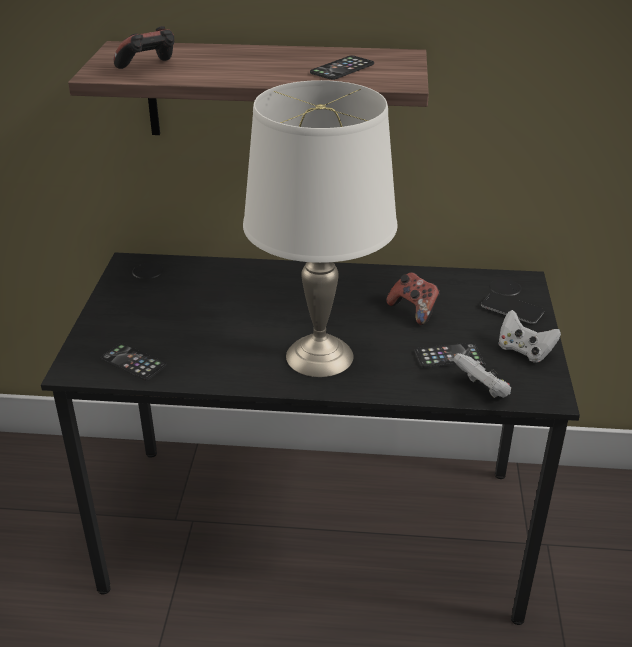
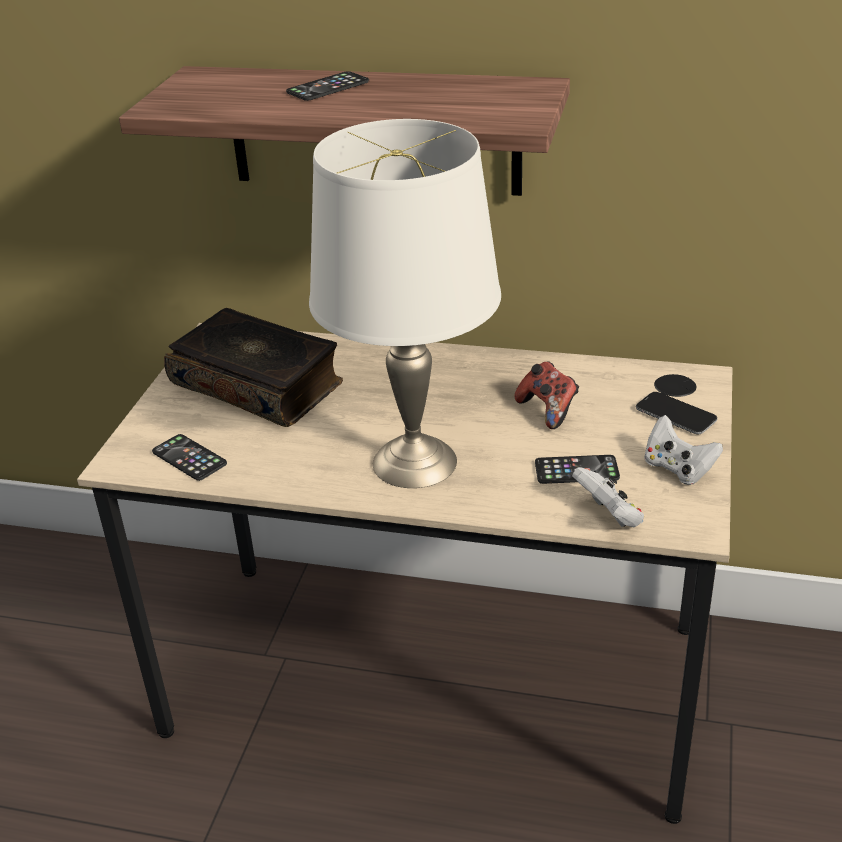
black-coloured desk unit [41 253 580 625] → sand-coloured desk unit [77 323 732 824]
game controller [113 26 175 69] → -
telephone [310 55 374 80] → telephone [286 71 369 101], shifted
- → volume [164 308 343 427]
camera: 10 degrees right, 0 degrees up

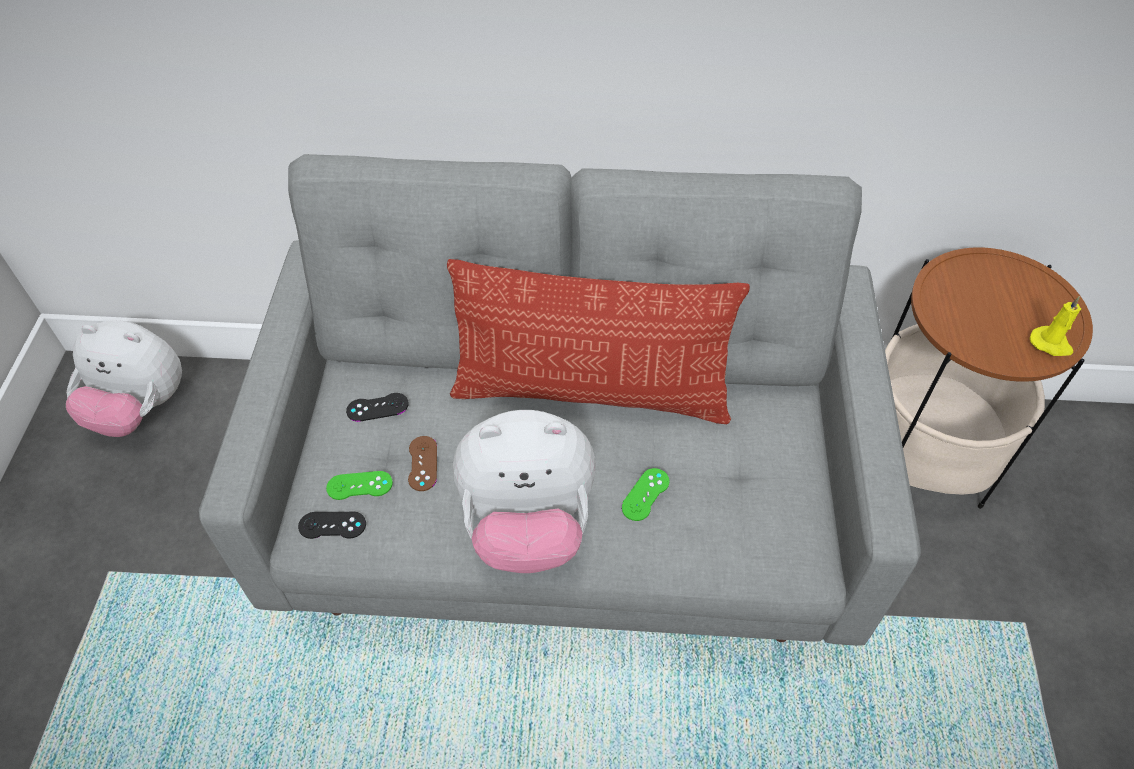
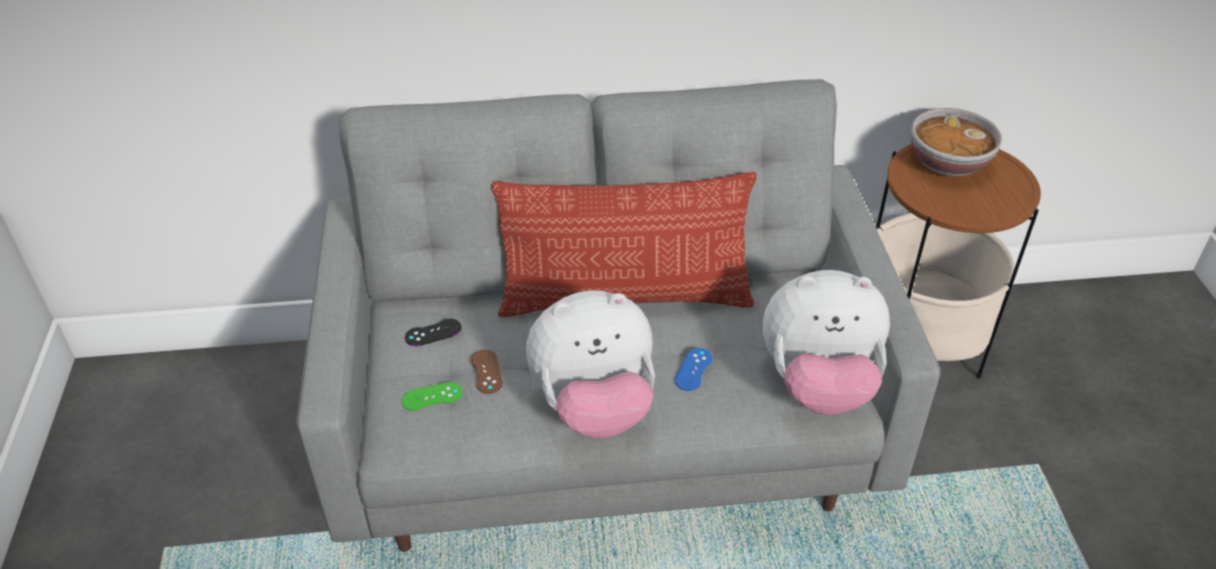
plush toy [66 320 182 437] → plush toy [763 270 890 415], shifted
black-coloured game controller [298 512 366 539] → -
green-coloured game controller [621 468 669 521] → blue-coloured game controller [675 348 713 391]
yellow-coloured wax candle [1030 296 1081 356] → -
- → bowl [911 108 1002 176]
camera: 10 degrees left, 10 degrees down

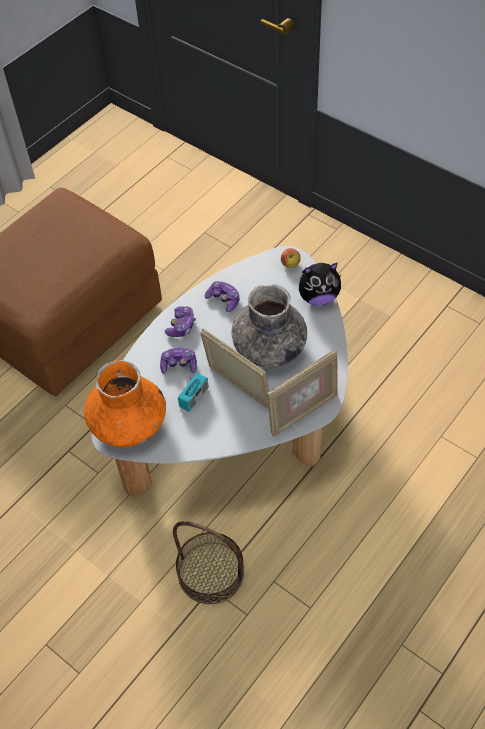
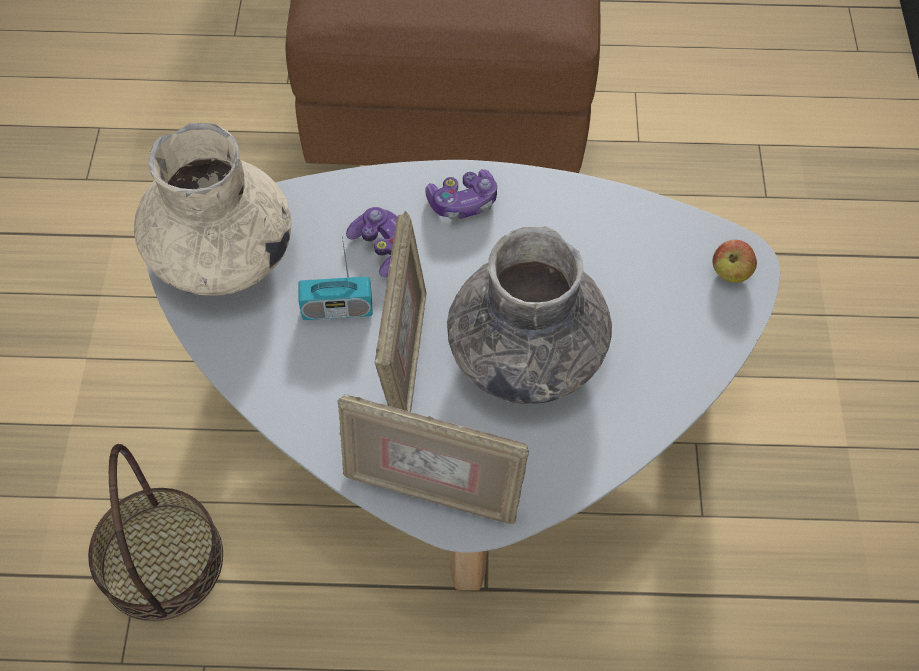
orange-coloured vase [84 360 166 447] → sand-coloured vase [134 123 291 296]
game controller [205 281 239 312] → -
plush toy [299 262 341 306] → -
camera: 50 degrees right, 5 degrees up

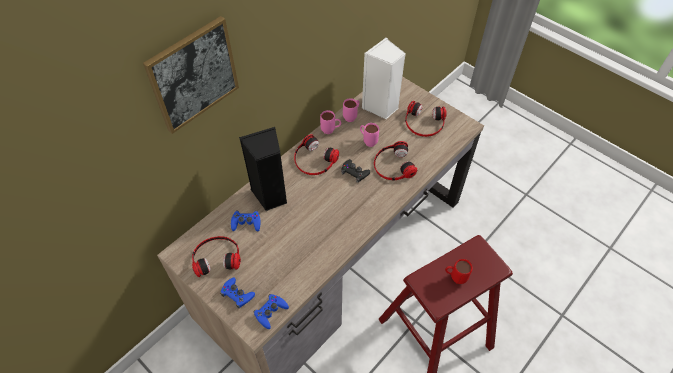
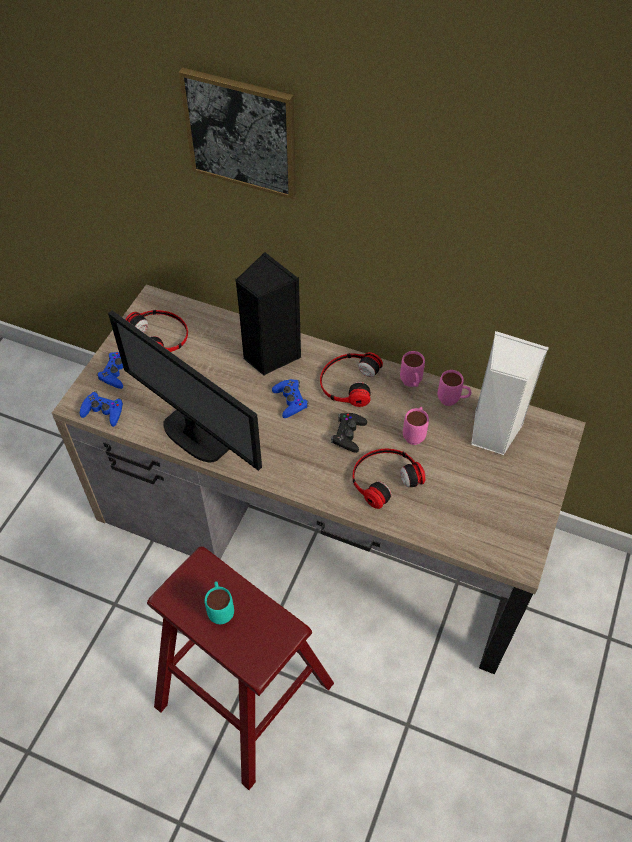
blue-coloured game controller [231 211 260 231] → blue-coloured game controller [272 379 309 418], shifted
headset [405 101 447 137] → -
red mug [445 259 473 284] → turquoise-coloured mug [205 581 234 624]
- → computer screen [108 310 262 471]
camera: 70 degrees right, 0 degrees up

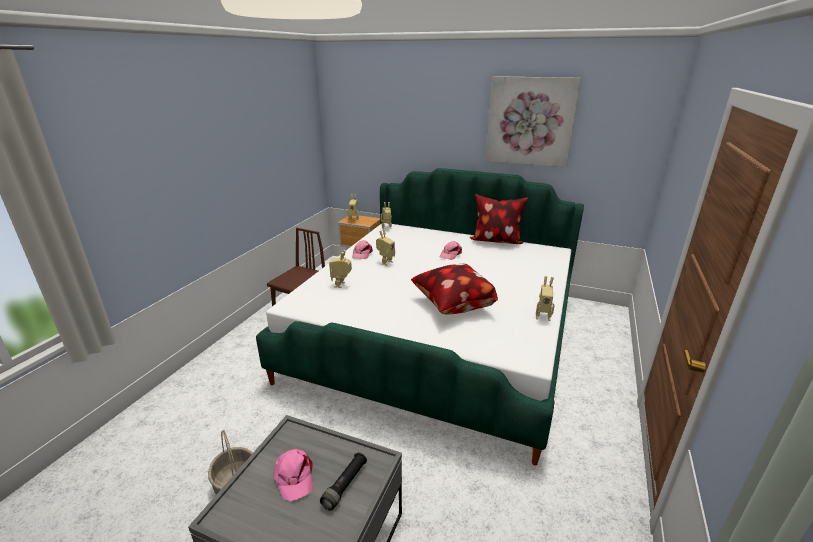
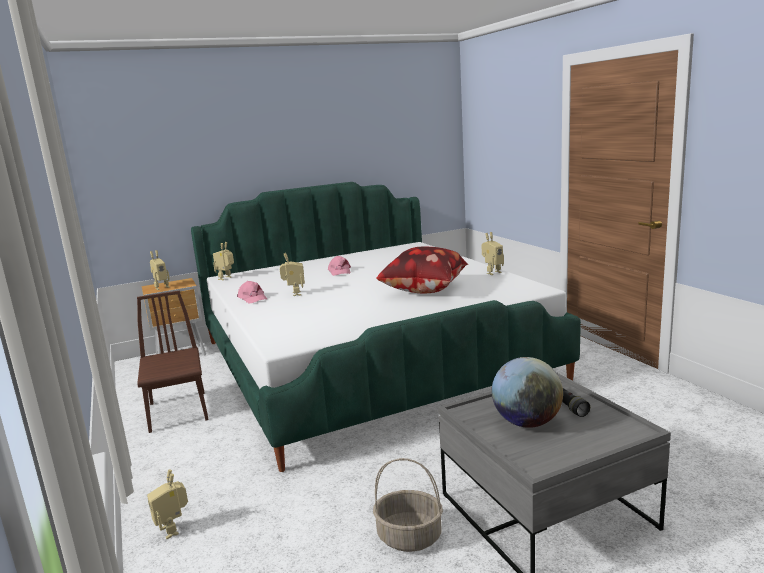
pink peaked cap [273 449 313 501] → world globe [492 357 563 428]
model robot [329 250 352 288] → model robot [147 469 188 539], shifted
throw pillow [469 194 528 244] → -
picture [485 76 581 168] → -
camera: 45 degrees left, 10 degrees down

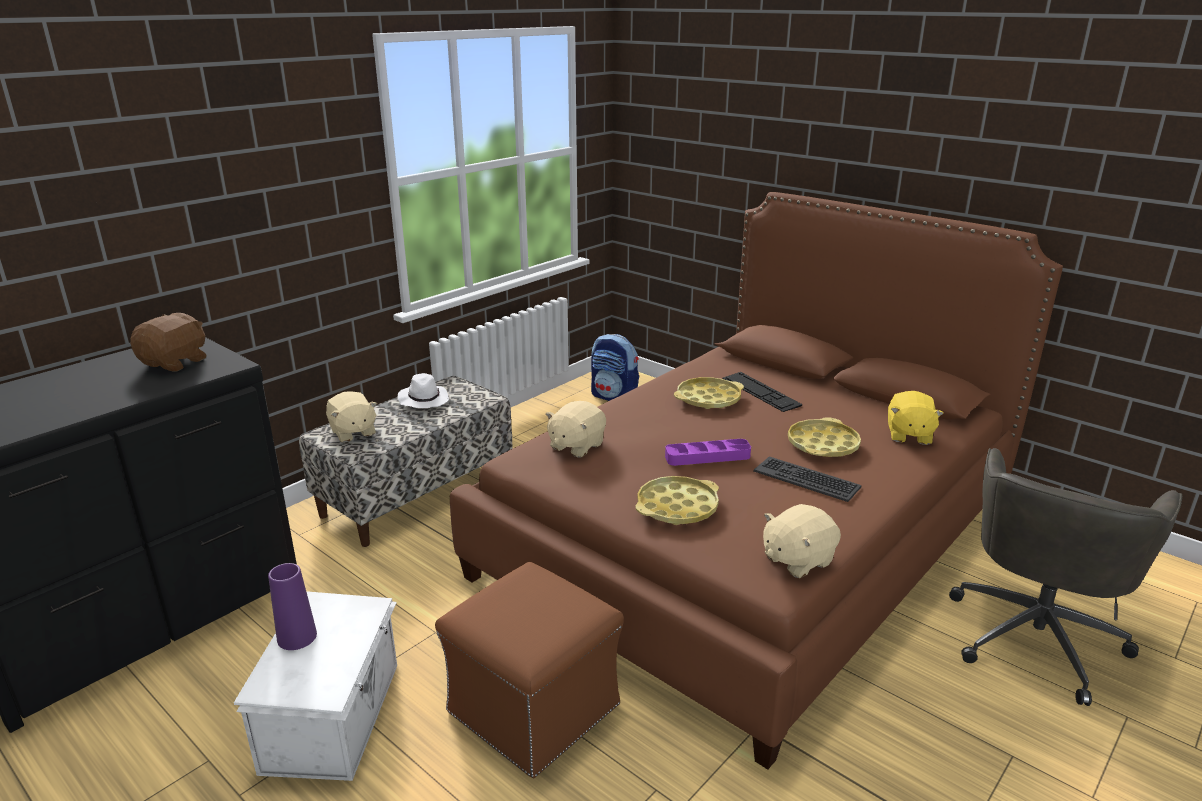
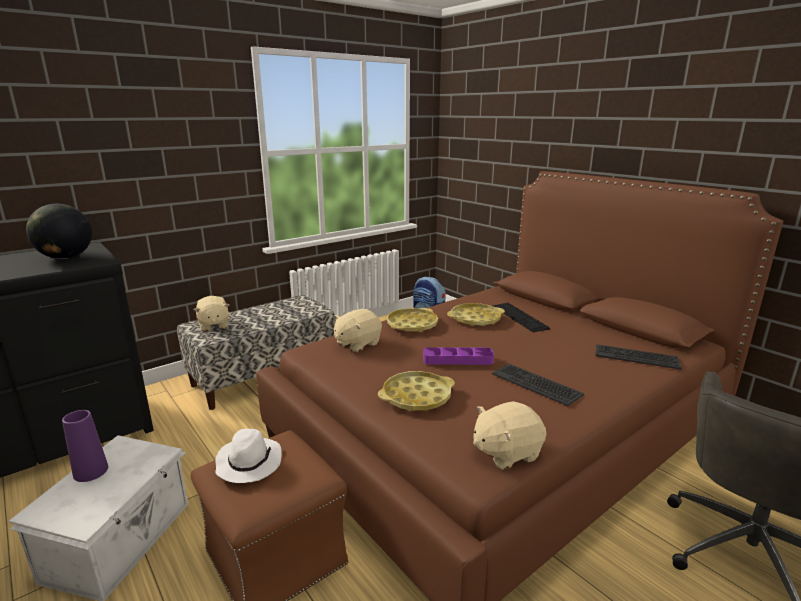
brownish plush toy [130 313 207 372] → world globe [26 204 92 259]
white clothing hat [398 373 449 408] → white clothing hat [215 429 282 483], shifted
yellow-coloured carrying tray [788 417 861 457] → yellow-coloured carrying tray [387 308 438 332], shifted
yellow-coloured plush toy [888 391 944 445] → PC keyboard [595 344 682 370]
camera: 10 degrees right, 5 degrees down

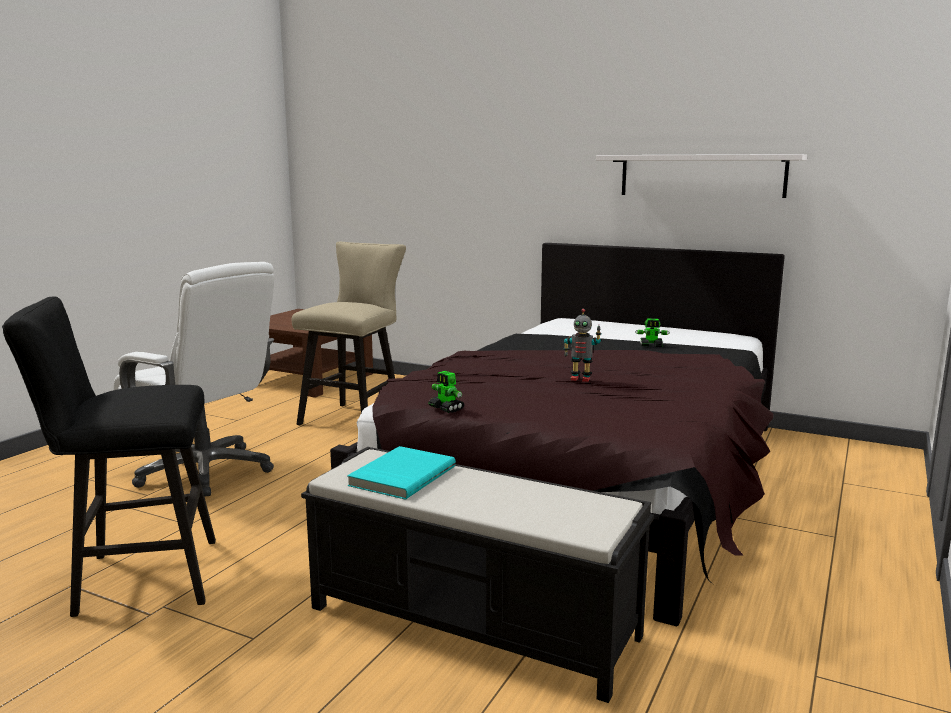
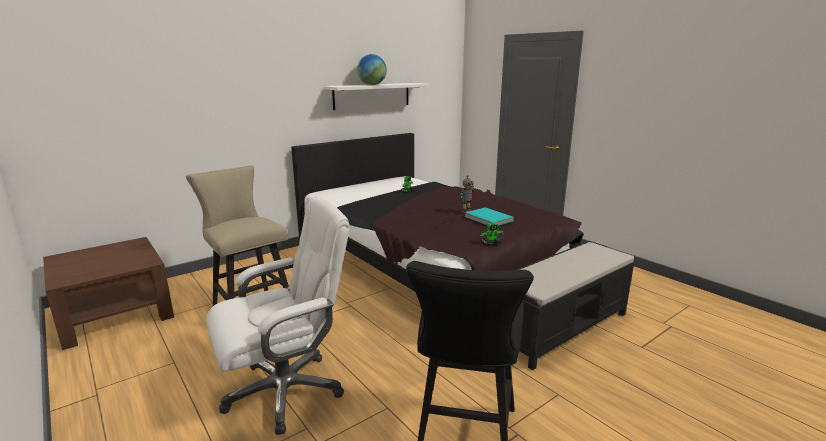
turquoise-coloured volume [347 446 456 500] → turquoise-coloured volume [465 207 514 226], shifted
- → world globe [357 54 387 85]
camera: 65 degrees left, 5 degrees up

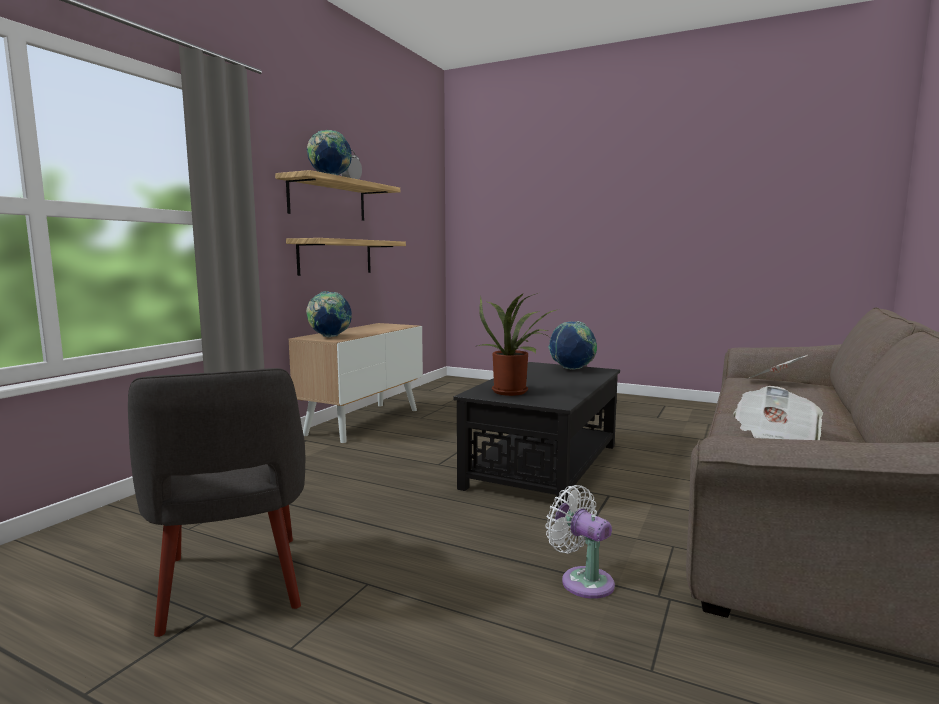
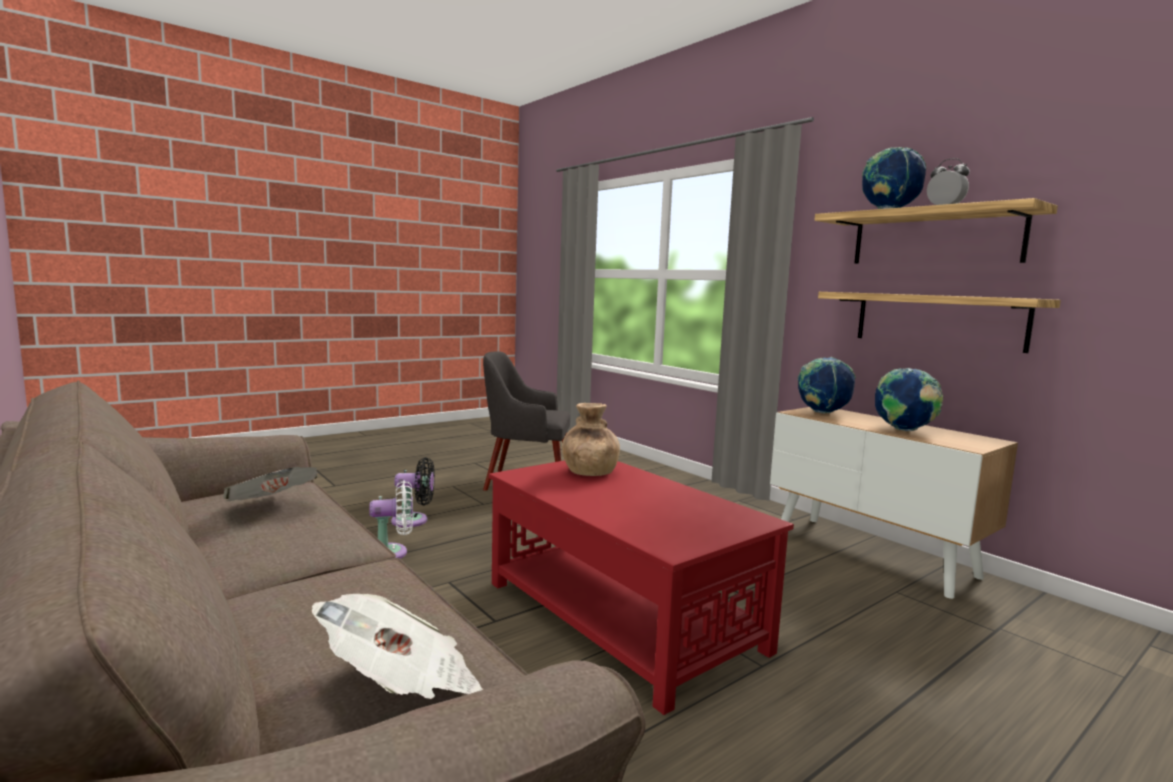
black-coloured low table [453 362 620 508] → red low table [489 460 794 715]
houseplant [478 293 556 396] → brownish vase [562 403 620 476]
world globe [548 321 597 370] → world globe [875 368 943 431], shifted
- → black-coloured fan [391 457 435 527]
camera: 115 degrees right, 0 degrees up

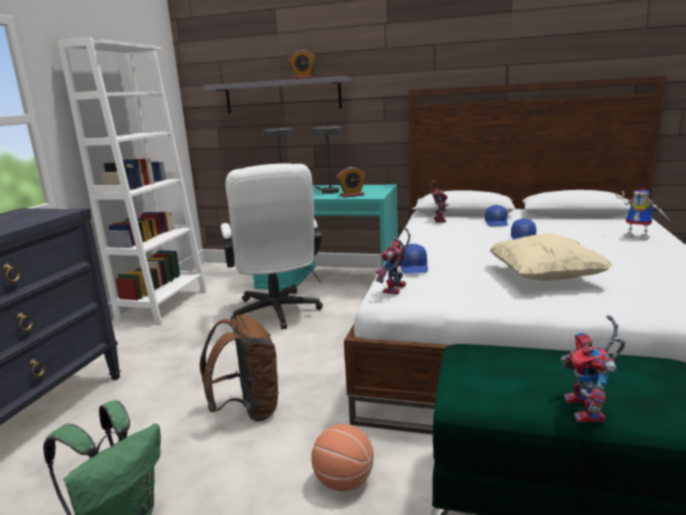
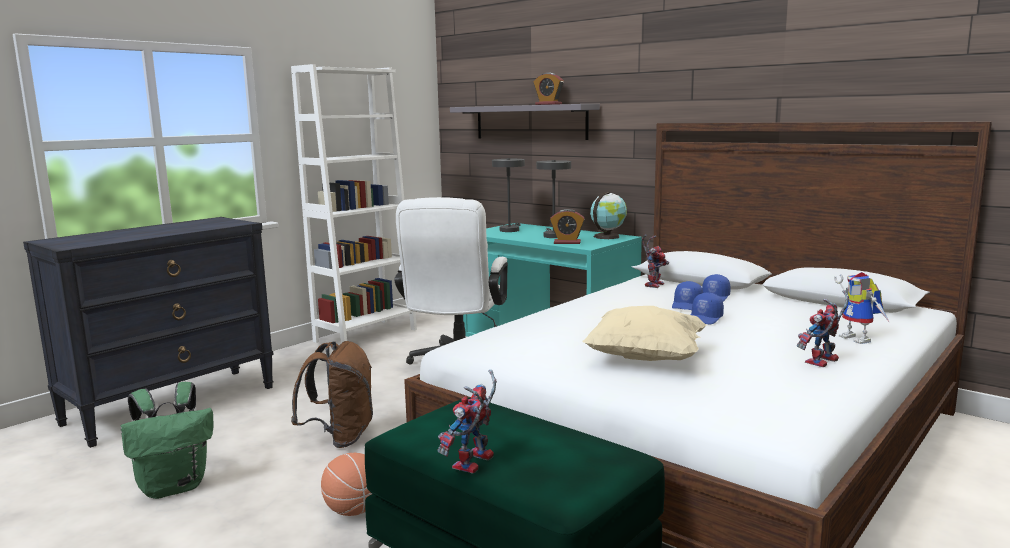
model robot [376 228 410 294] → model robot [797 290 849 367], shifted
blue-coloured peaked cap [401 244 428 274] → blue-coloured peaked cap [672 281 703 310], shifted
- → world globe [590 192 627 239]
camera: 25 degrees right, 5 degrees down

